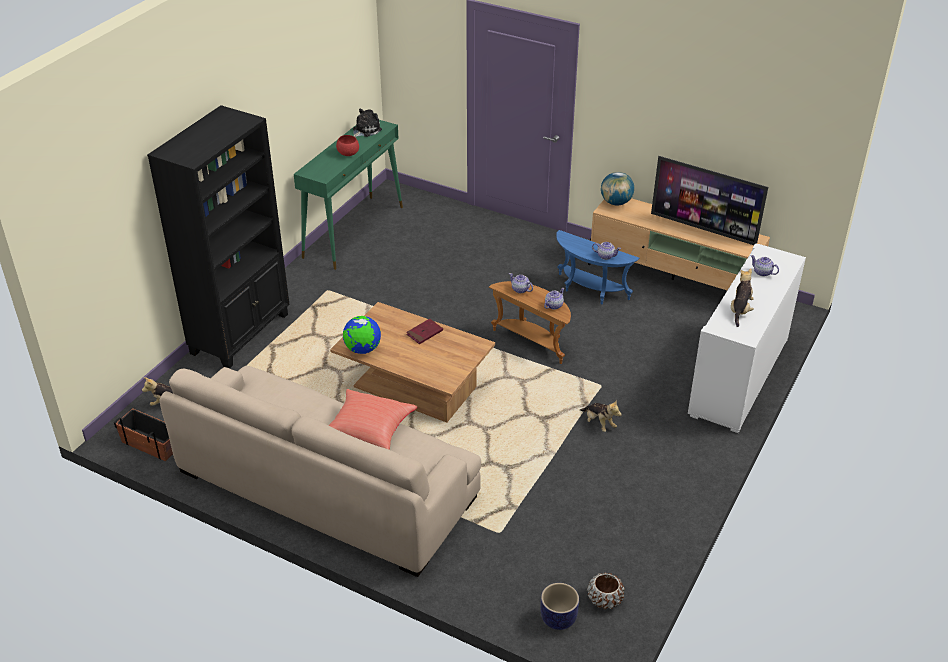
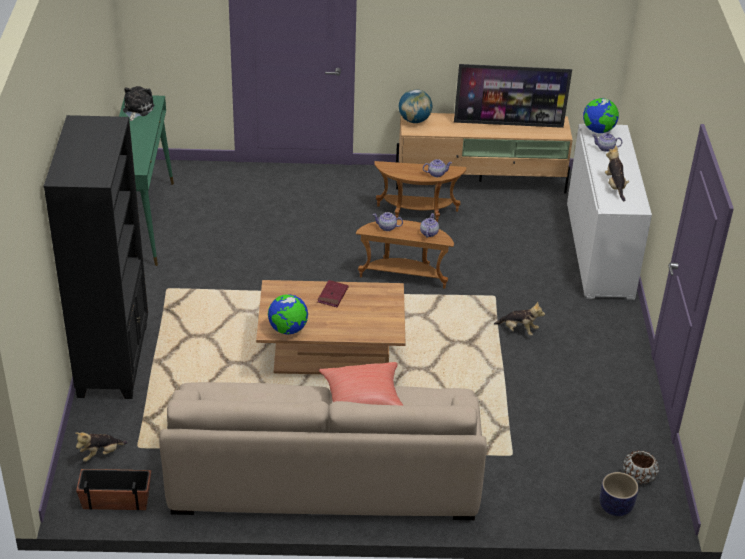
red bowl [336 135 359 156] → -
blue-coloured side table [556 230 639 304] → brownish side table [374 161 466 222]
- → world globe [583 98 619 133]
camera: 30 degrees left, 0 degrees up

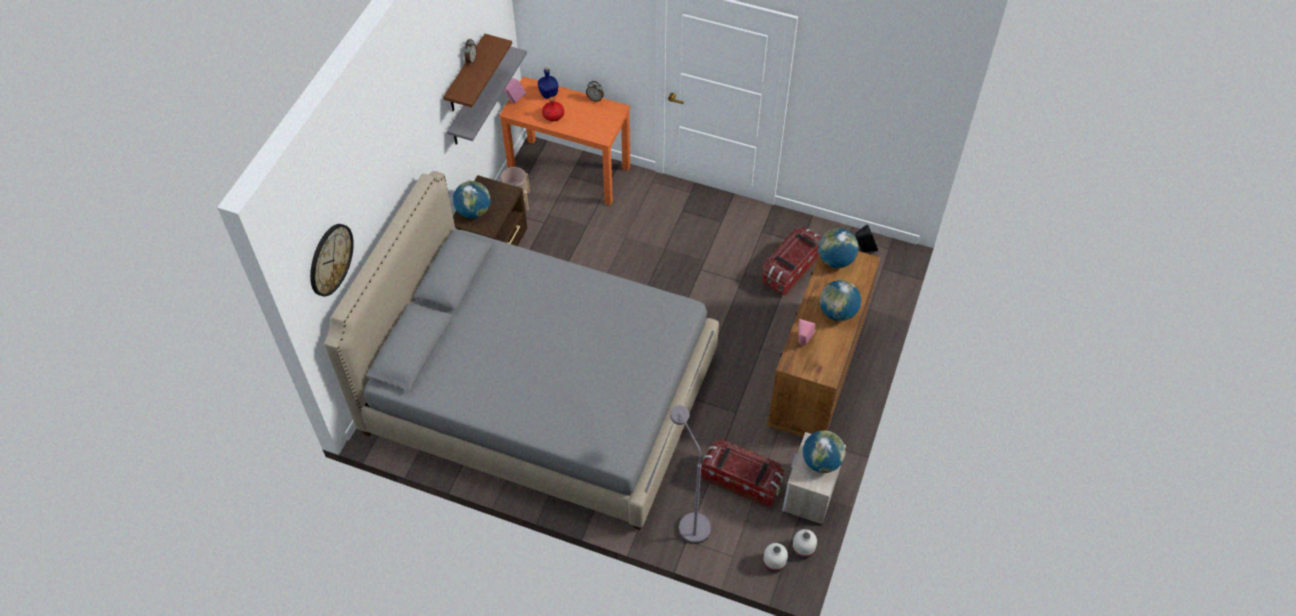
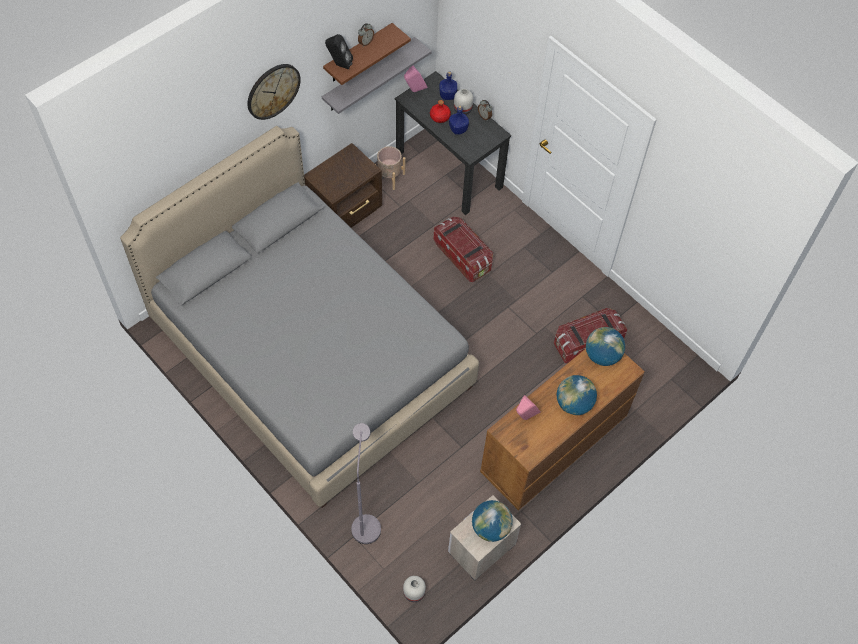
wall clock [310 224 354 296] → wall clock [247 64 301 120], shifted
world globe [453 181 491 218] → -
orange-coloured desk unit [499 77 630 205] → black-coloured desk unit [395 71 511 215]
storage box [701 440 784 507] → storage box [434 217 493 282], shifted
white vase [792 529 817 559] → white vase [454 89 473 115], shifted
black-coloured audio speaker [855 225 878 252] → black-coloured audio speaker [325 34 353 70], shifted
- → blue-coloured beverage bottle [449 106 469 135]
camera: 25 degrees right, 5 degrees up

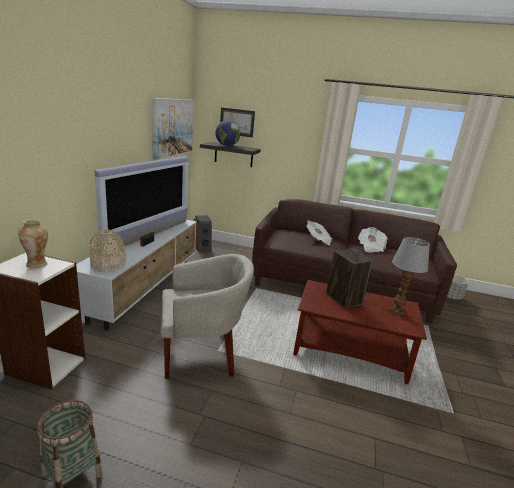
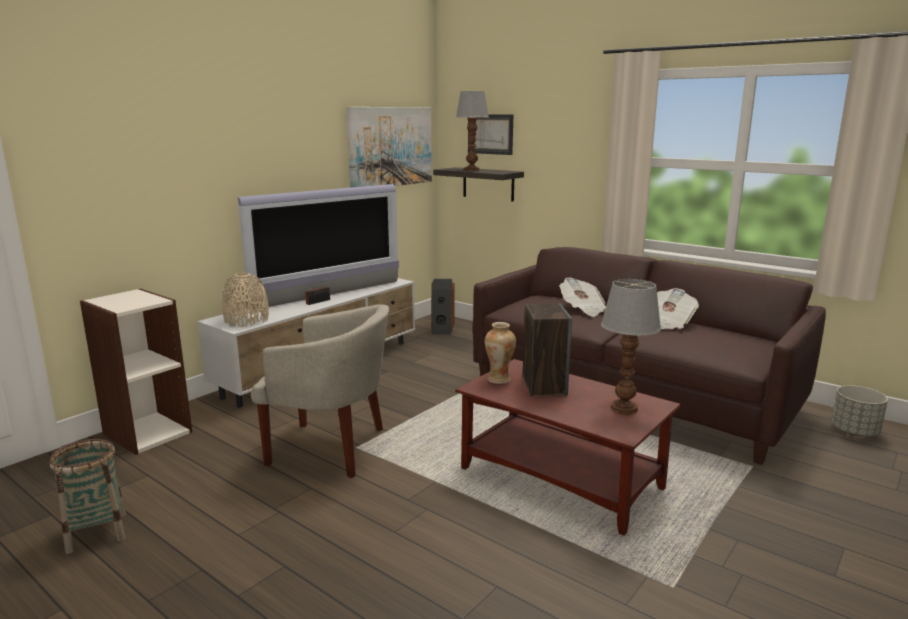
vase [18 219 48 269] → vase [485 322 516 384], shifted
world globe [215 120 240 146] → tabletop lamp [456 91 489 171]
camera: 25 degrees right, 5 degrees down

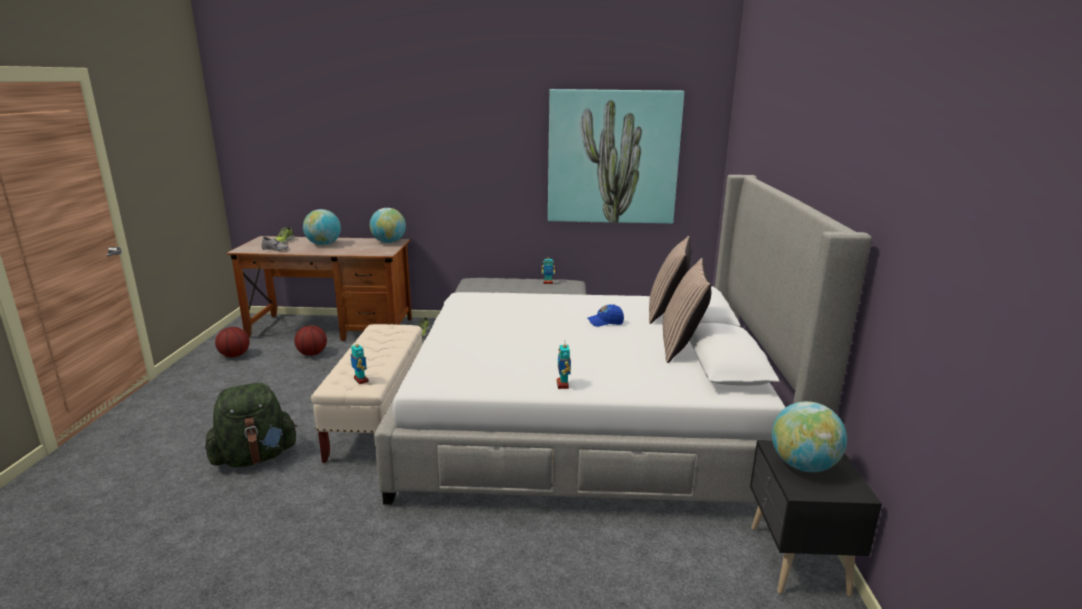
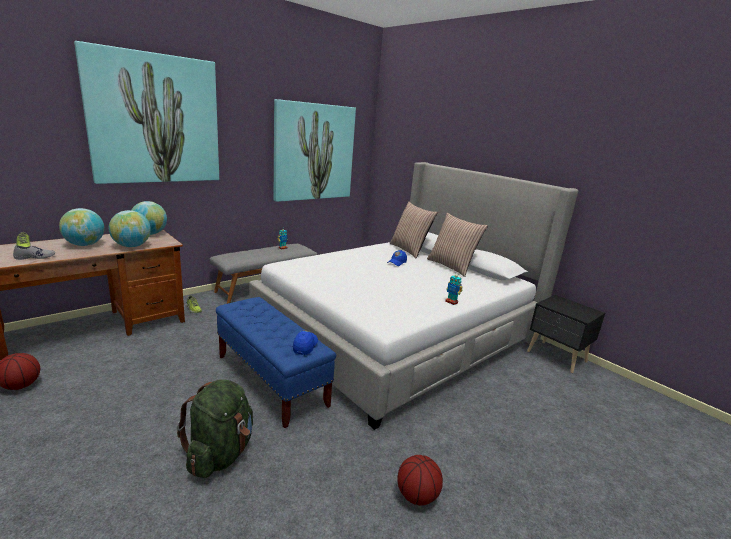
basketball ball [294 325 327 356] → basketball ball [397 455 443 505], shifted
sand-coloured bench [311 324 423 463] → blue-coloured bench [216 297 336 428]
model robot [350 340 369 384] → blue-coloured peaked cap [293 331 318 355]
world globe [772 401 847 472] → world globe [109 210 151 247], shifted
- → picture [74 41 219 184]
camera: 45 degrees left, 0 degrees up

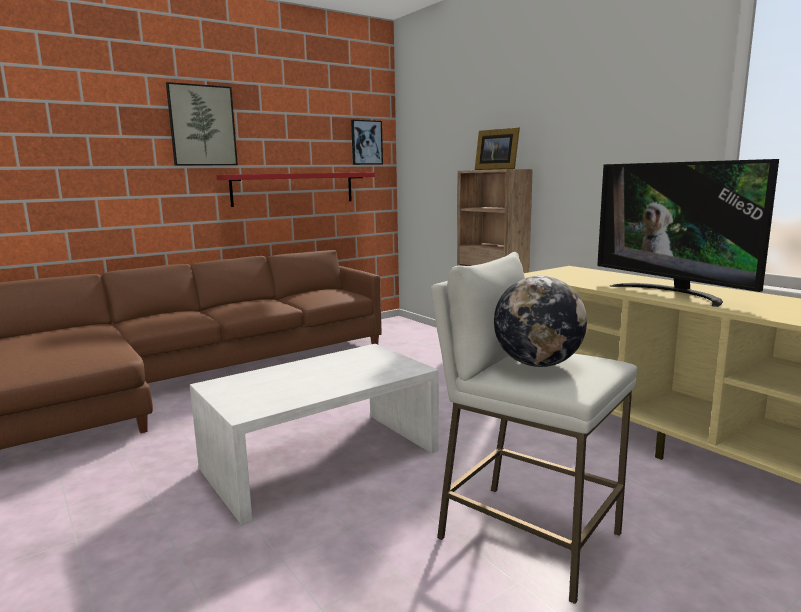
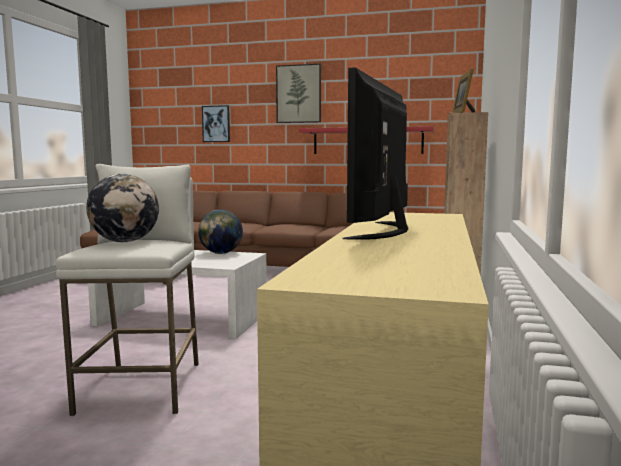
picture [351 120 383 165] → picture [202 105 230 142], shifted
- → world globe [198 209 243 254]
camera: 50 degrees right, 5 degrees down

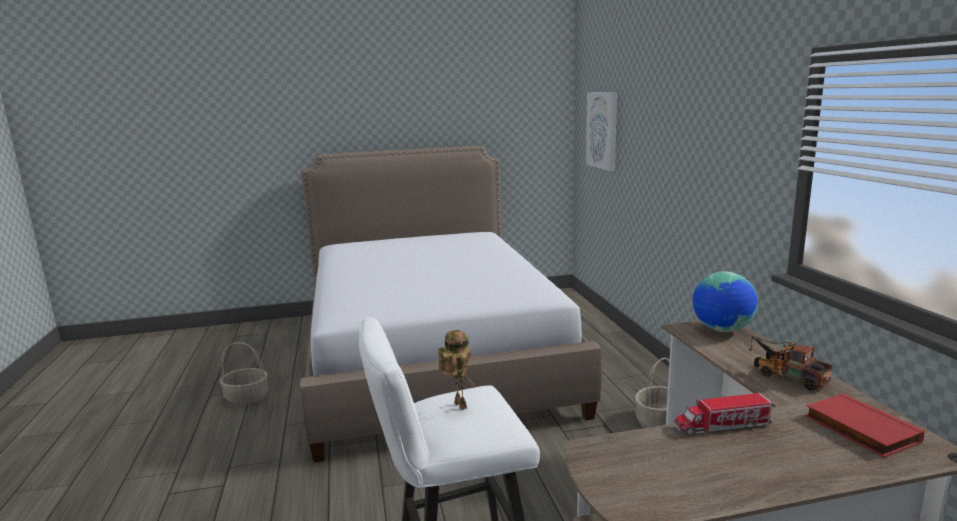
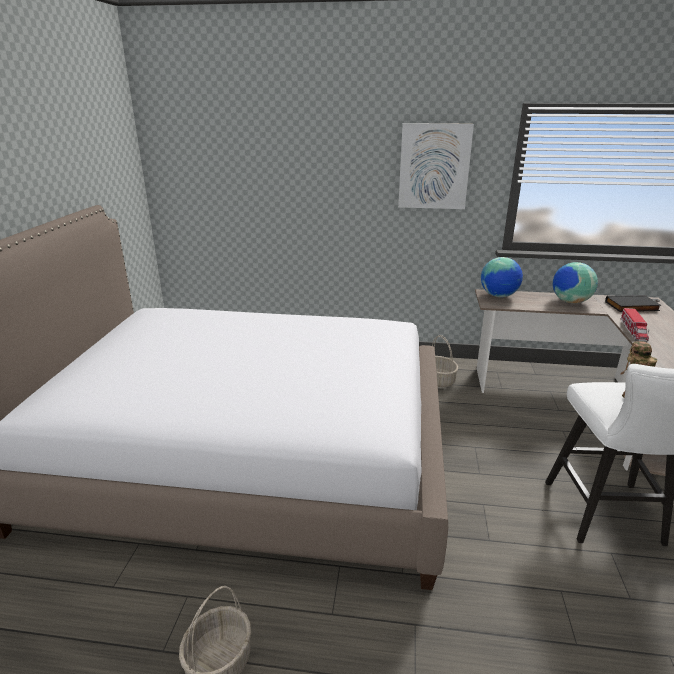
picture [586 92 617 171] → picture [398 123 474 209], shifted
model truck [749 337 833 391] → world globe [553 262 598 304]
red volume [805 393 924 458] → black-coloured volume [605 295 661 312]
camera: 70 degrees left, 10 degrees up

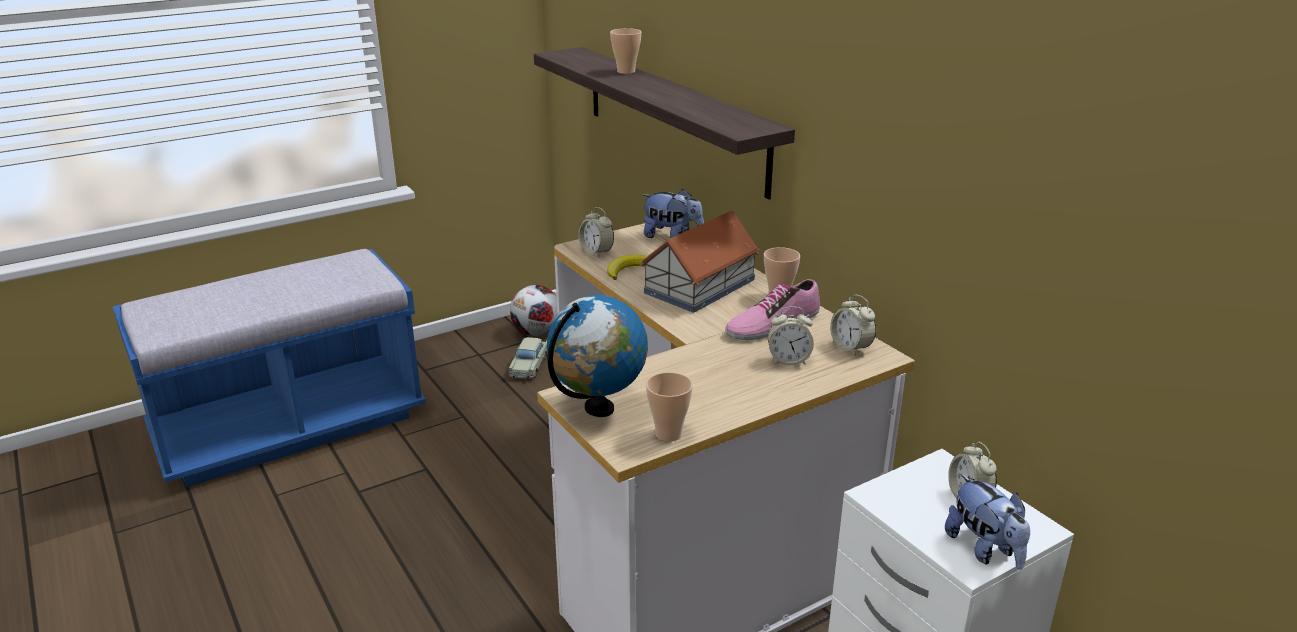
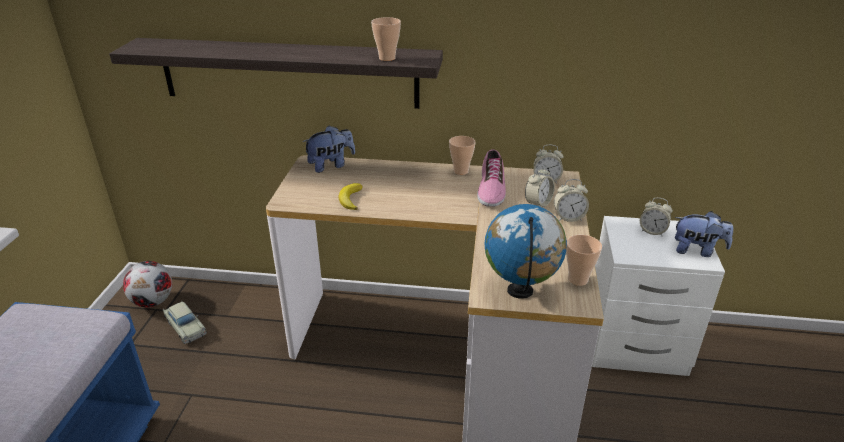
table clock [578 207 614 258] → table clock [554 179 589 222], shifted
cup [610 28 641 74] → cup [371 17 401 61], shifted
toy house [640 211 759 313] → -
camera: 50 degrees left, 5 degrees up

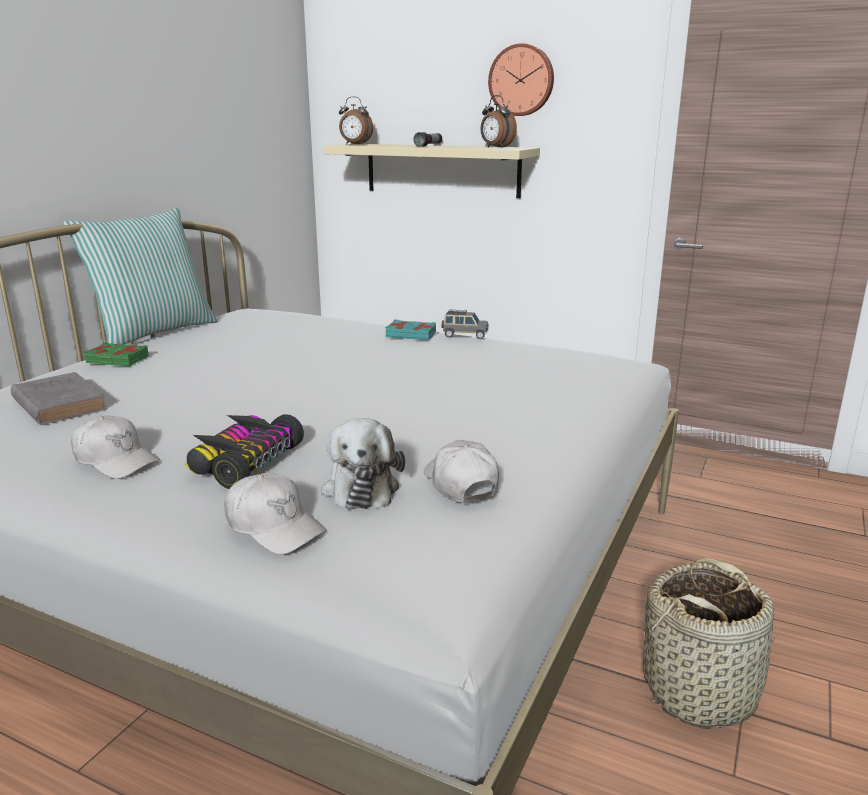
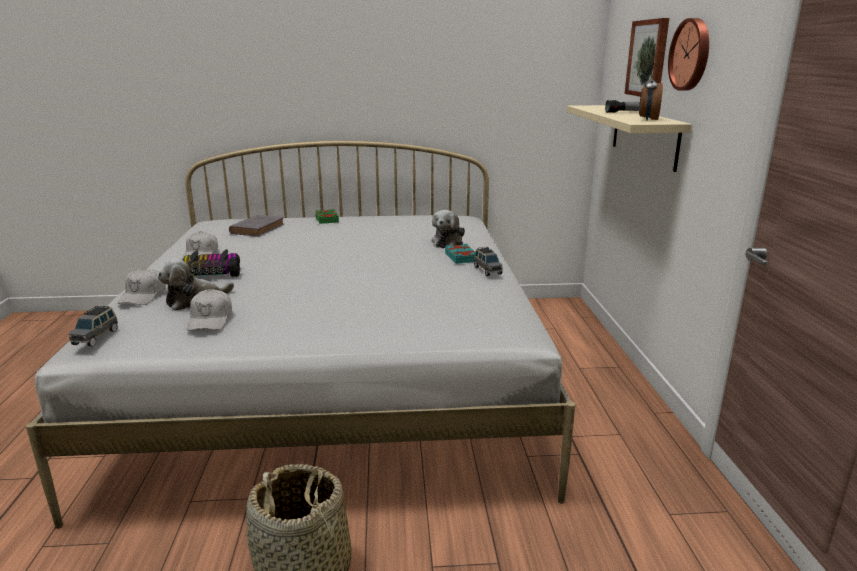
throw pillow [64 207 218 344] → -
table clock [339 96 373 145] → -
white peaked cap [424 440 499 503] → white peaked cap [187 289 232 331], 135 degrees clockwise
- → gray model car [69 306 118 346]
- → plush toy [431 210 465 248]
- → picture [625 18 669 97]
camera: 60 degrees right, 0 degrees up

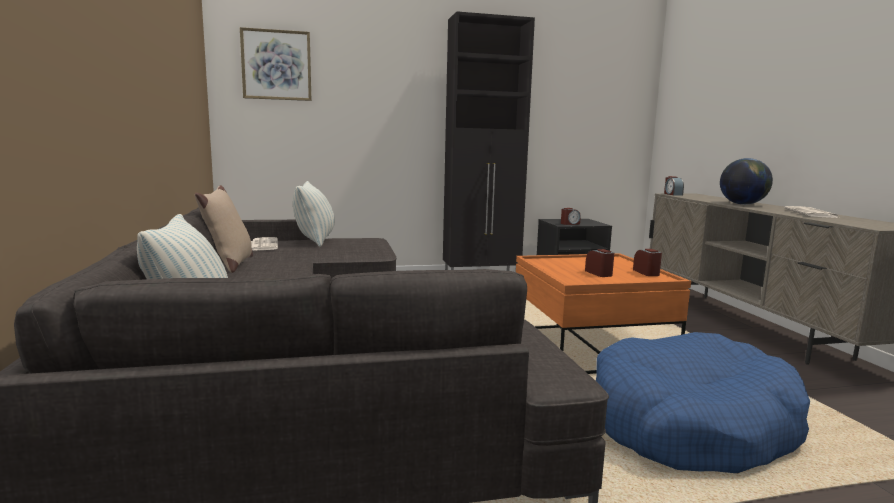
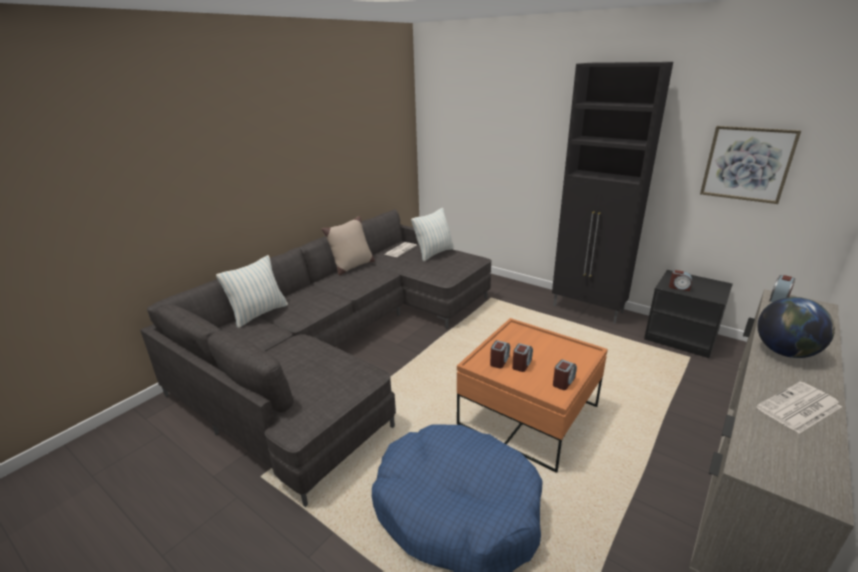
picture [240 27 311 101] → picture [700 126 801 204], shifted
- → table clock [490 340 510 369]
camera: 50 degrees right, 15 degrees up

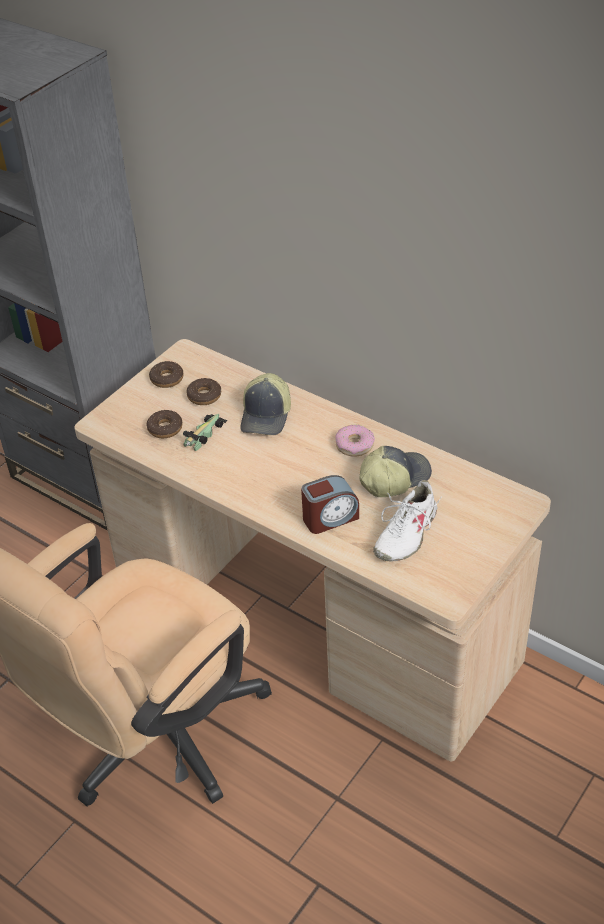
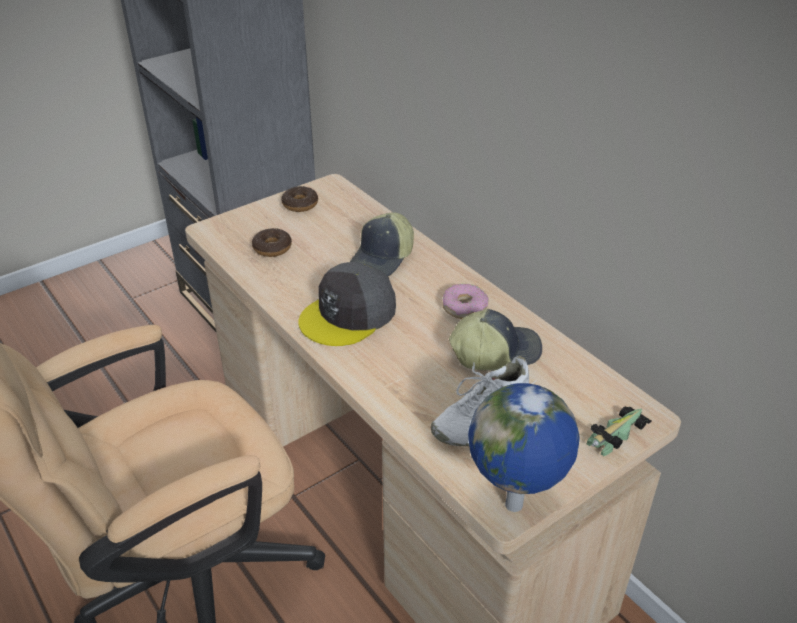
model car [183 414 227 451] → model car [587 407 652 456], shifted
donut [186 378 221 405] → -
table clock [301 475 359 534] → -
- → gray peaked cap [298 262 396 346]
- → world globe [468 383 580 512]
camera: 15 degrees right, 5 degrees down

